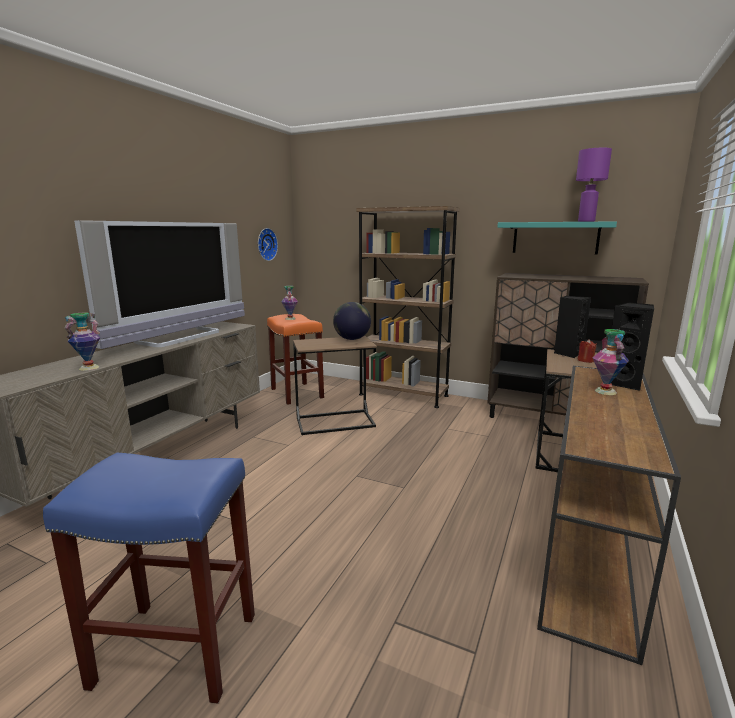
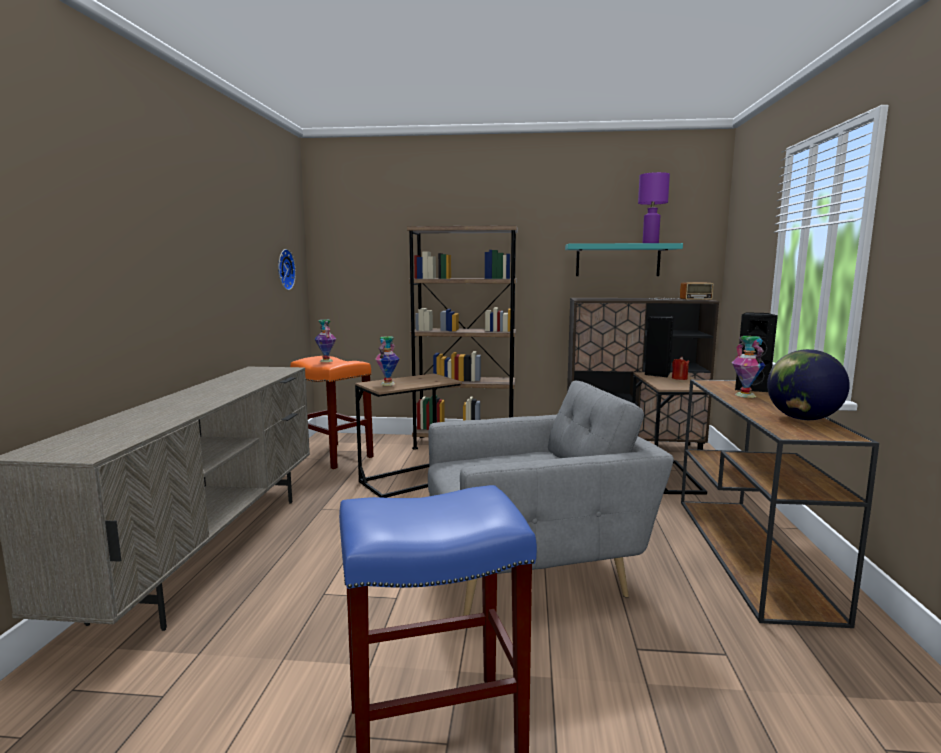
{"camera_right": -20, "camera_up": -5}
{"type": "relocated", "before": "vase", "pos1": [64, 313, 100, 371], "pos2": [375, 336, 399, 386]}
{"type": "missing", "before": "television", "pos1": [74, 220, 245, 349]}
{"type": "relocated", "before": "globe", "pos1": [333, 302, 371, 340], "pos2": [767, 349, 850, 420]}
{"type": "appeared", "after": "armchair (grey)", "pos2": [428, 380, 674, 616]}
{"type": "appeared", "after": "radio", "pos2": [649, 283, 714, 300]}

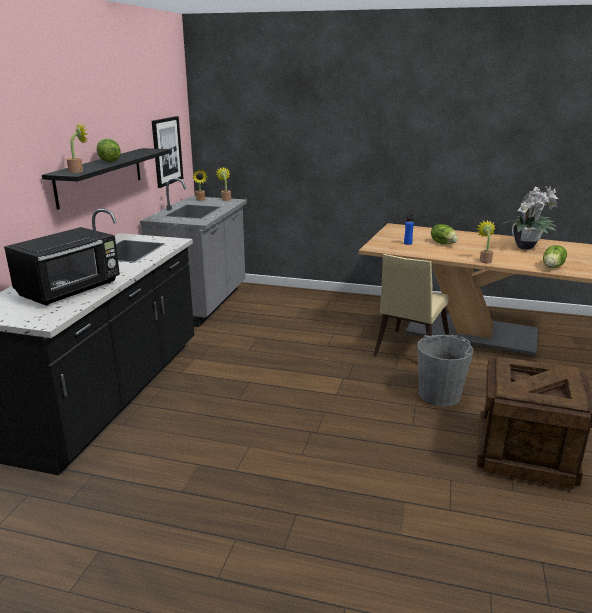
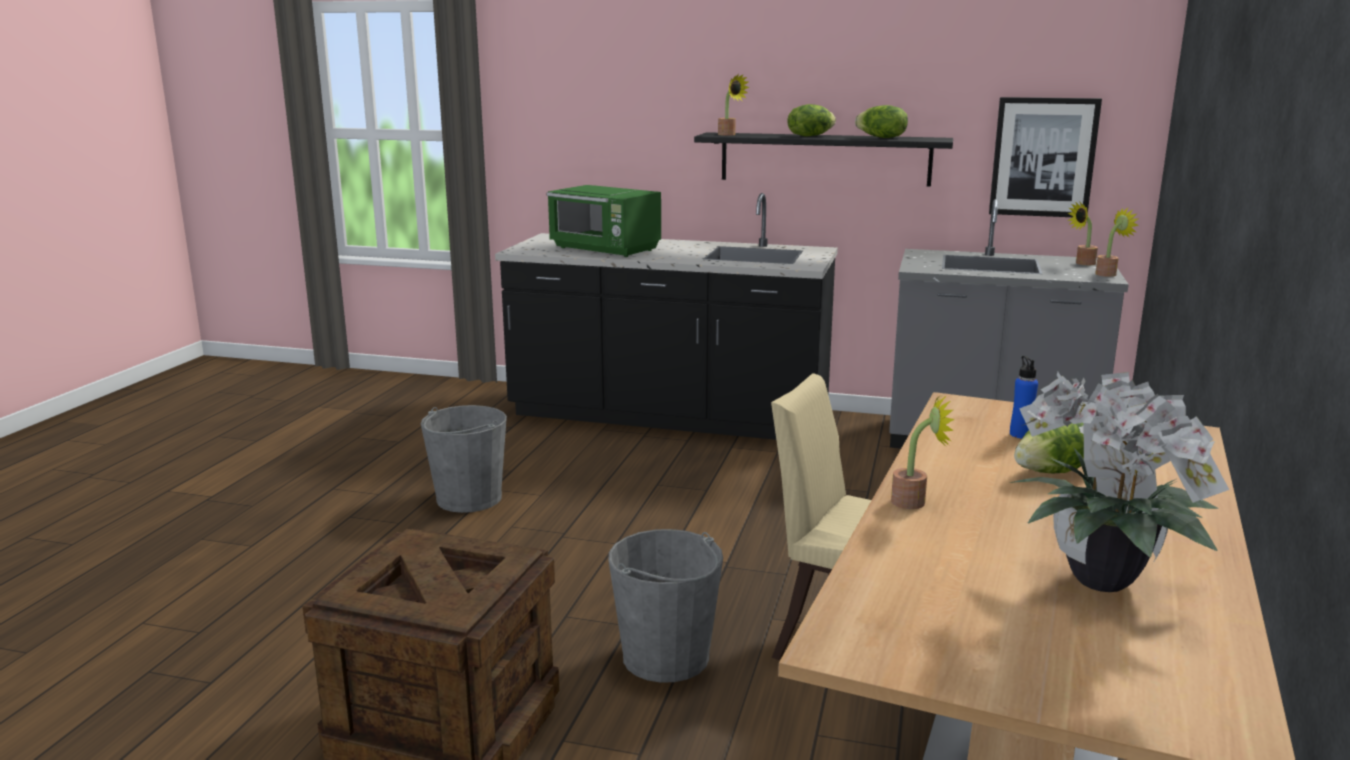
{"camera_right": 90, "camera_up": -5}
{"type": "colour", "before": "microwave (black)", "after": "microwave (green)", "pos1": [4, 227, 120, 306], "pos2": [547, 185, 661, 257]}
{"type": "relocated", "before": "lettuce", "pos1": [543, 245, 567, 268], "pos2": [855, 105, 908, 138]}
{"type": "appeared", "after": "bucket (grey)", "pos2": [421, 405, 507, 513]}

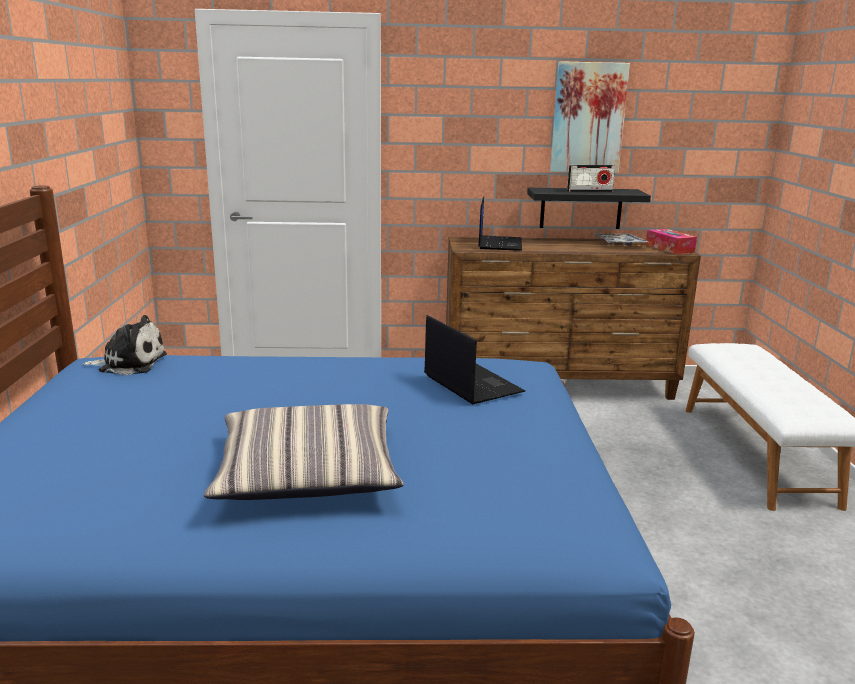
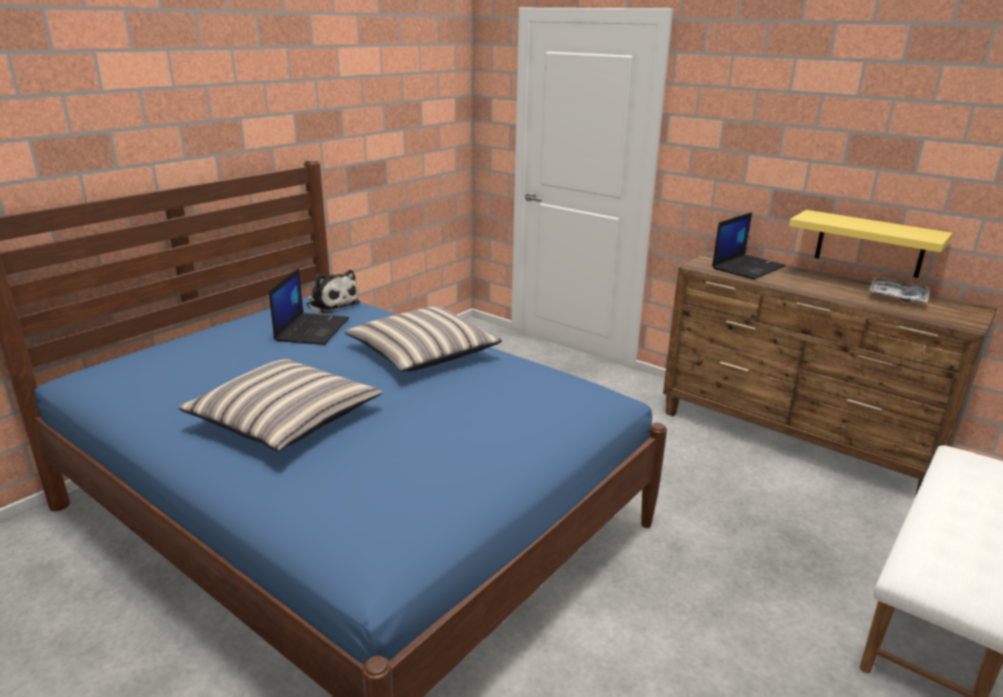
{"camera_right": 40, "camera_up": 5}
{"type": "relocated", "before": "laptop", "pos1": [424, 315, 525, 404], "pos2": [269, 268, 349, 345]}
{"type": "colour", "before": "shelf (black)", "after": "shelf (yellow)", "pos1": [527, 188, 651, 229], "pos2": [789, 210, 953, 278]}
{"type": "missing", "before": "picture", "pos1": [550, 61, 630, 173]}
{"type": "missing", "before": "radio", "pos1": [567, 165, 615, 192]}
{"type": "missing", "before": "tissue box", "pos1": [646, 229, 697, 254]}
{"type": "appeared", "after": "pillow", "pos2": [344, 306, 502, 372]}

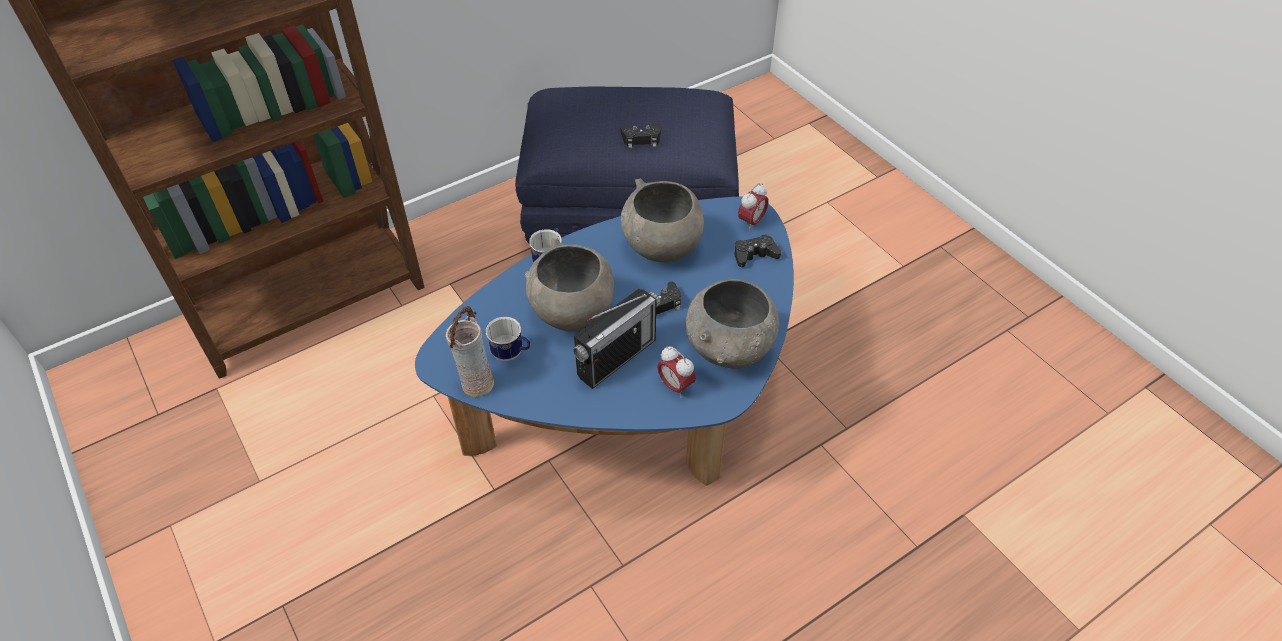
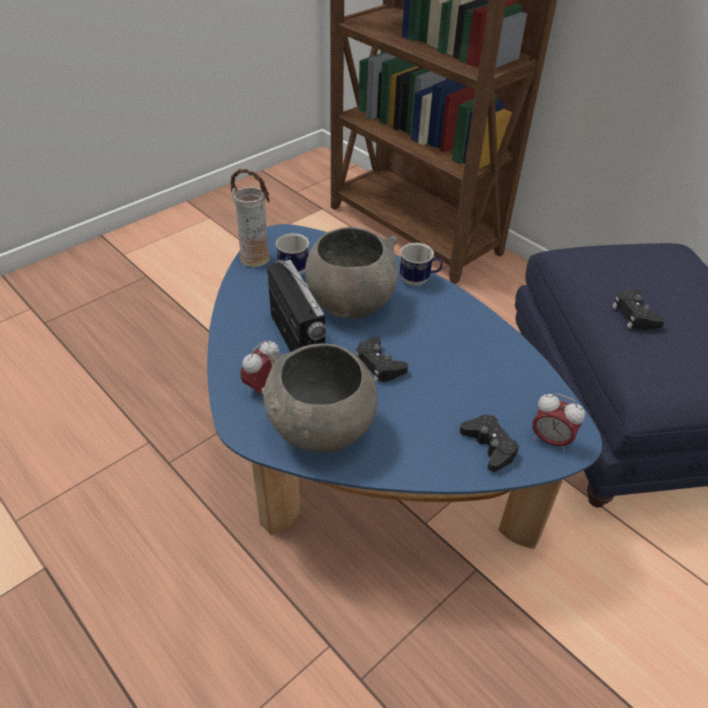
{"camera_right": 80, "camera_up": -5}
{"type": "spun", "before": "radio", "pos1": [573, 289, 660, 389], "pos2": [267, 259, 327, 352], "turn": -150}
{"type": "missing", "before": "bowl (grey)", "pos1": [621, 178, 704, 263]}

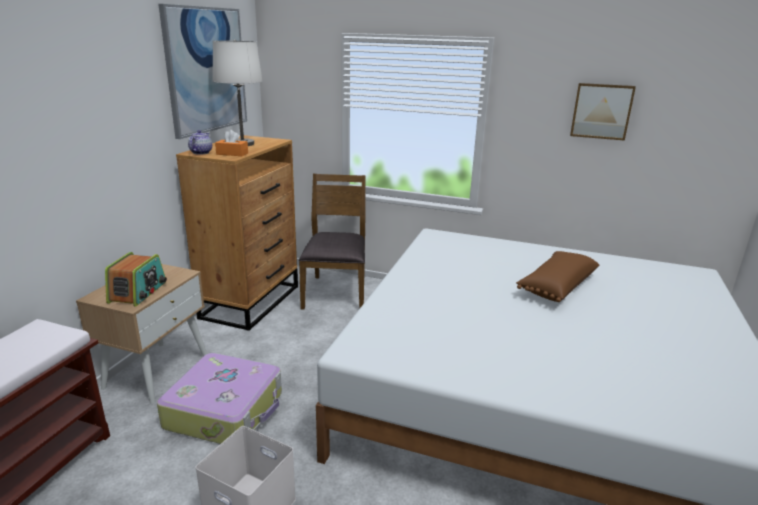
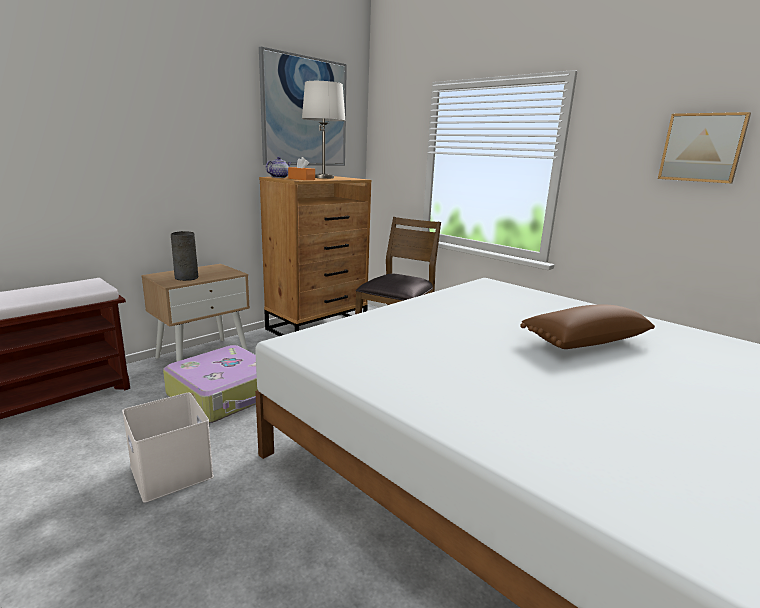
{"camera_right": 25, "camera_up": -5}
{"type": "exchanged", "before": "radio", "after": "vase (grey)", "pos1": [105, 252, 167, 307], "pos2": [171, 231, 198, 281]}

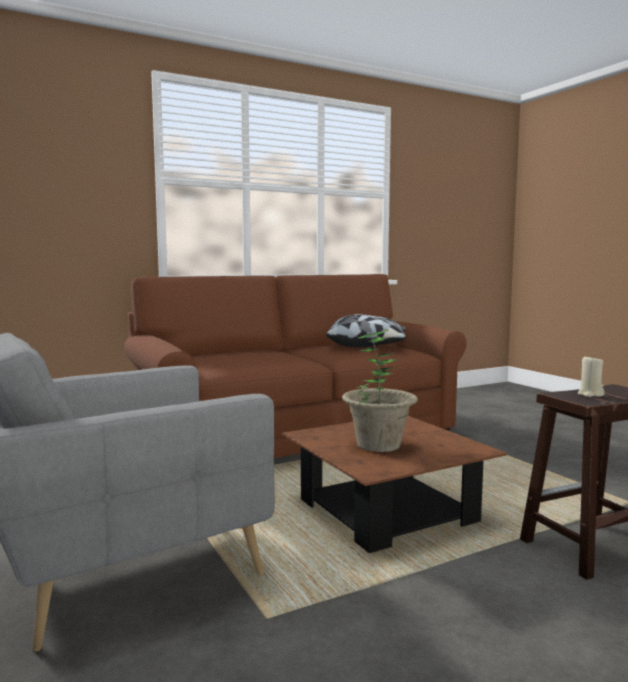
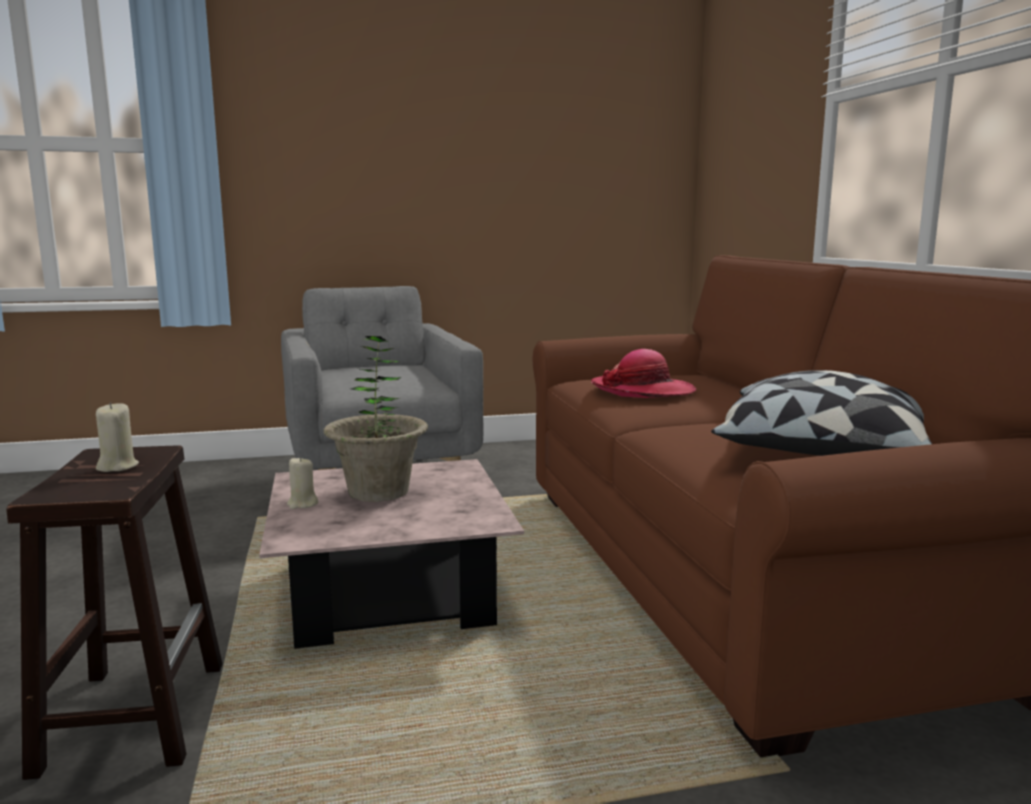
{"camera_right": 105, "camera_up": 5}
{"type": "colour", "before": "coffee table (brown)", "after": "coffee table (pink)", "pos1": [282, 415, 507, 553], "pos2": [259, 459, 524, 649]}
{"type": "appeared", "after": "candle (beige)", "pos2": [287, 457, 318, 509]}
{"type": "appeared", "after": "hat", "pos2": [591, 349, 696, 398]}

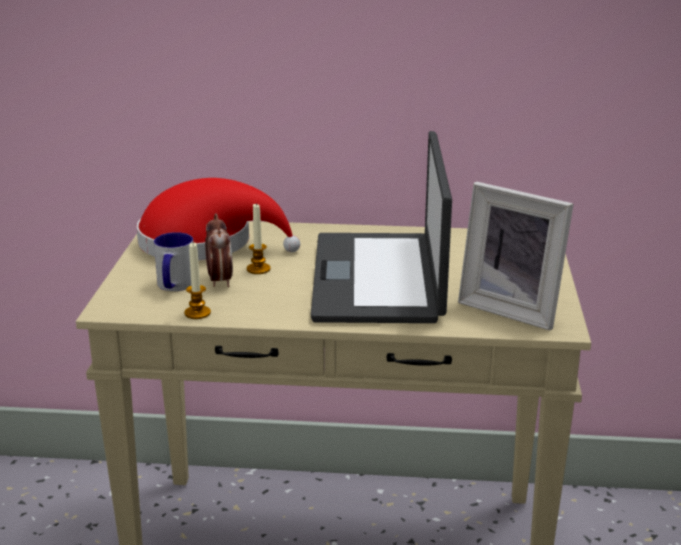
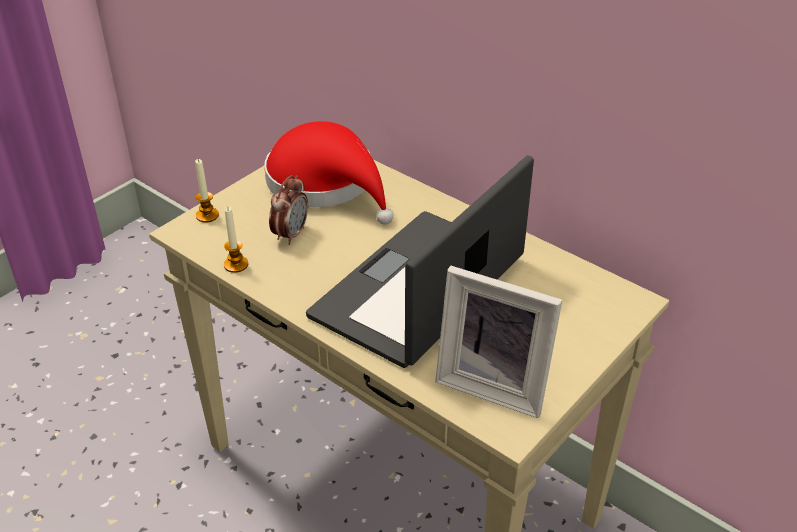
{"camera_right": 35, "camera_up": 15}
{"type": "missing", "before": "mug", "pos1": [154, 232, 193, 291]}
{"type": "relocated", "before": "candle", "pos1": [247, 203, 271, 274], "pos2": [195, 159, 219, 222]}
{"type": "spun", "before": "picture frame", "pos1": [458, 182, 574, 331], "pos2": [435, 266, 563, 418], "turn": -45}

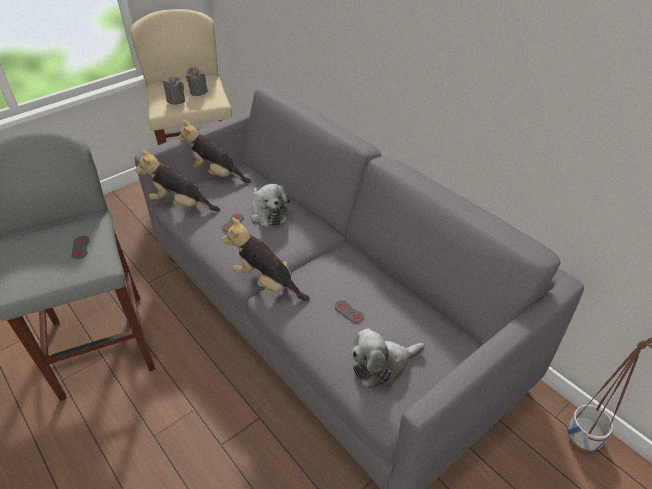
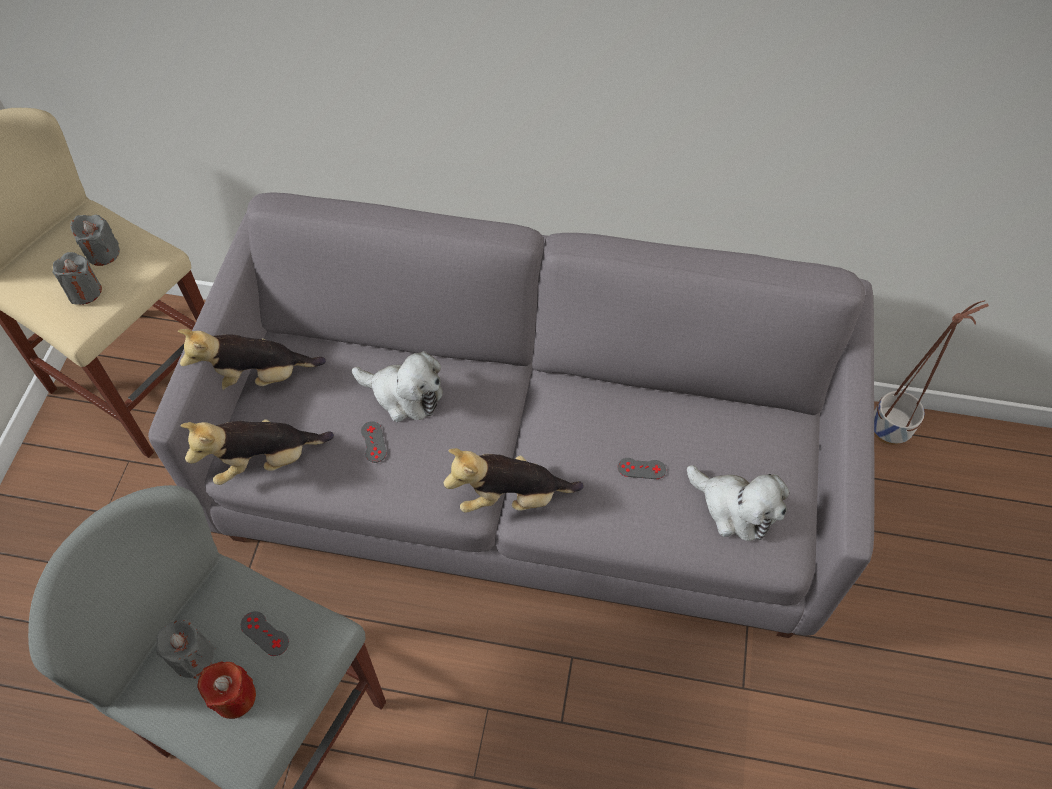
{"camera_right": -40, "camera_up": 15}
{"type": "spun", "before": "plush toy", "pos1": [351, 328, 425, 388], "pos2": [687, 465, 789, 541], "turn": -75}
{"type": "appeared", "after": "candle (grey)", "pos2": [156, 619, 215, 679]}
{"type": "appeared", "after": "candle (red)", "pos2": [197, 661, 256, 719]}

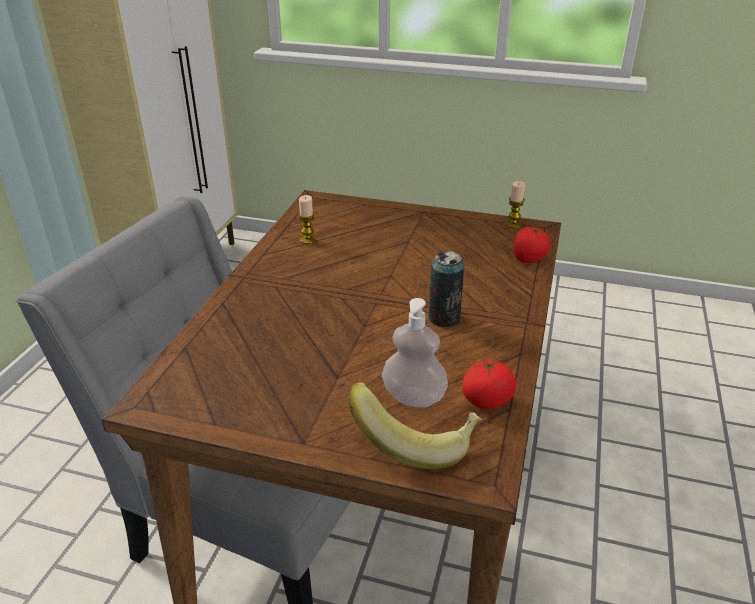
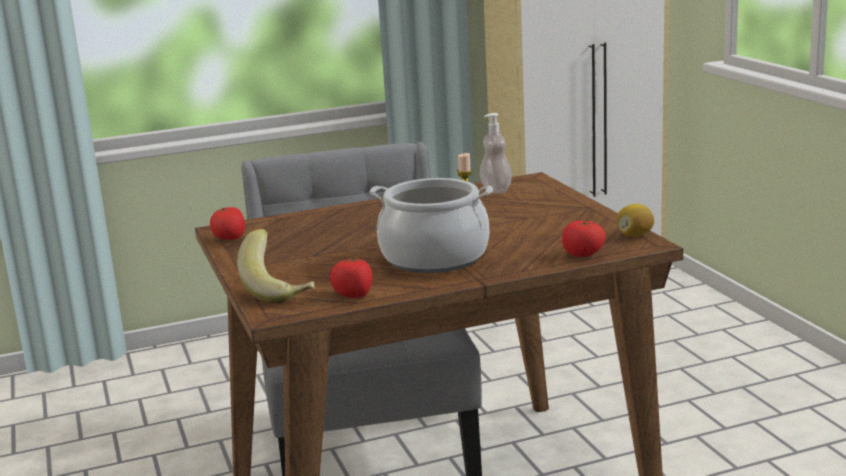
{"camera_right": 55, "camera_up": -15}
{"type": "relocated", "before": "soap dispenser", "pos1": [382, 298, 448, 407], "pos2": [480, 113, 512, 193]}
{"type": "exchanged", "before": "can", "after": "cooking pot", "pos1": [428, 251, 464, 327], "pos2": [369, 178, 493, 273]}
{"type": "exchanged", "before": "candle", "after": "lemon", "pos1": [506, 181, 525, 229], "pos2": [617, 204, 654, 237]}
{"type": "appeared", "after": "tomato", "pos2": [210, 207, 245, 240]}

